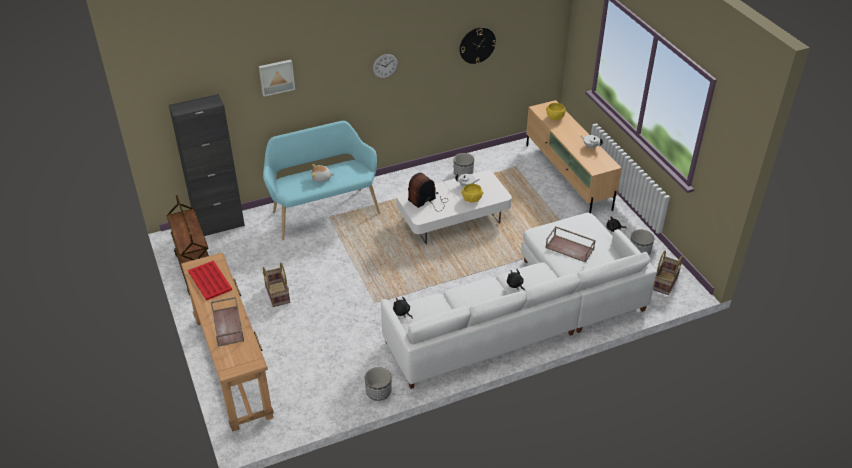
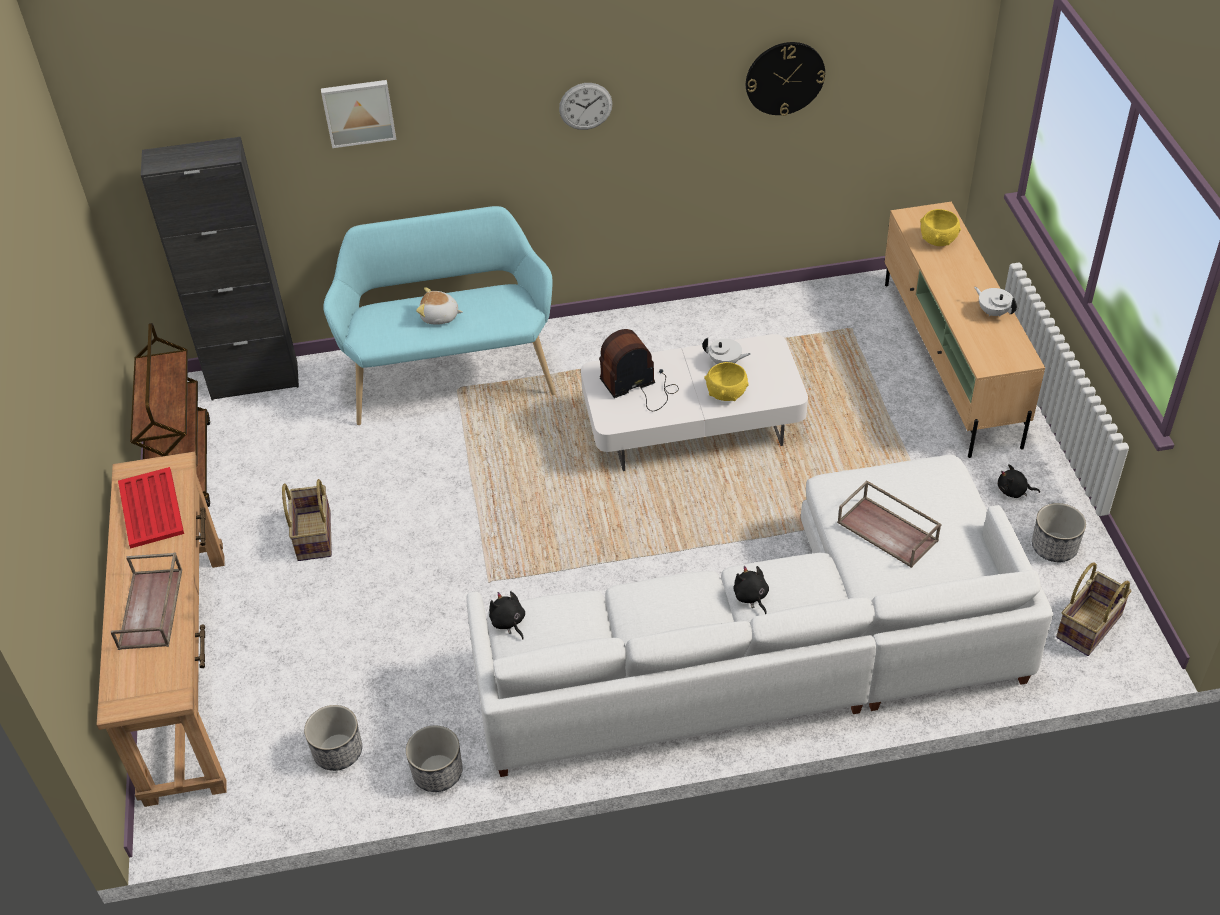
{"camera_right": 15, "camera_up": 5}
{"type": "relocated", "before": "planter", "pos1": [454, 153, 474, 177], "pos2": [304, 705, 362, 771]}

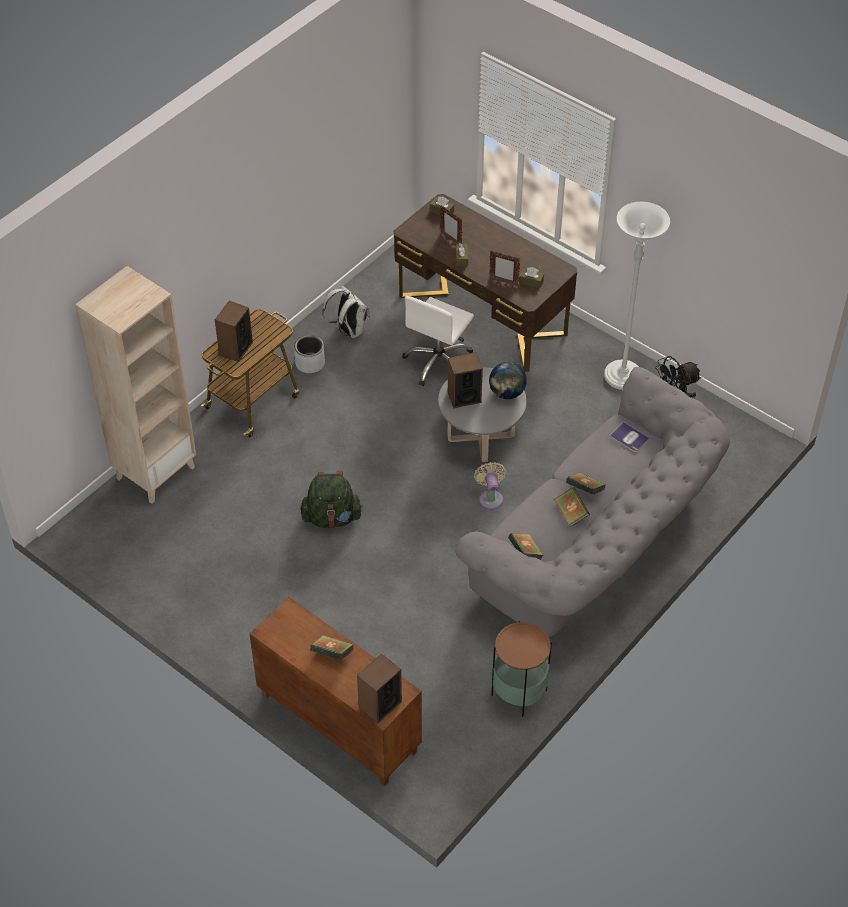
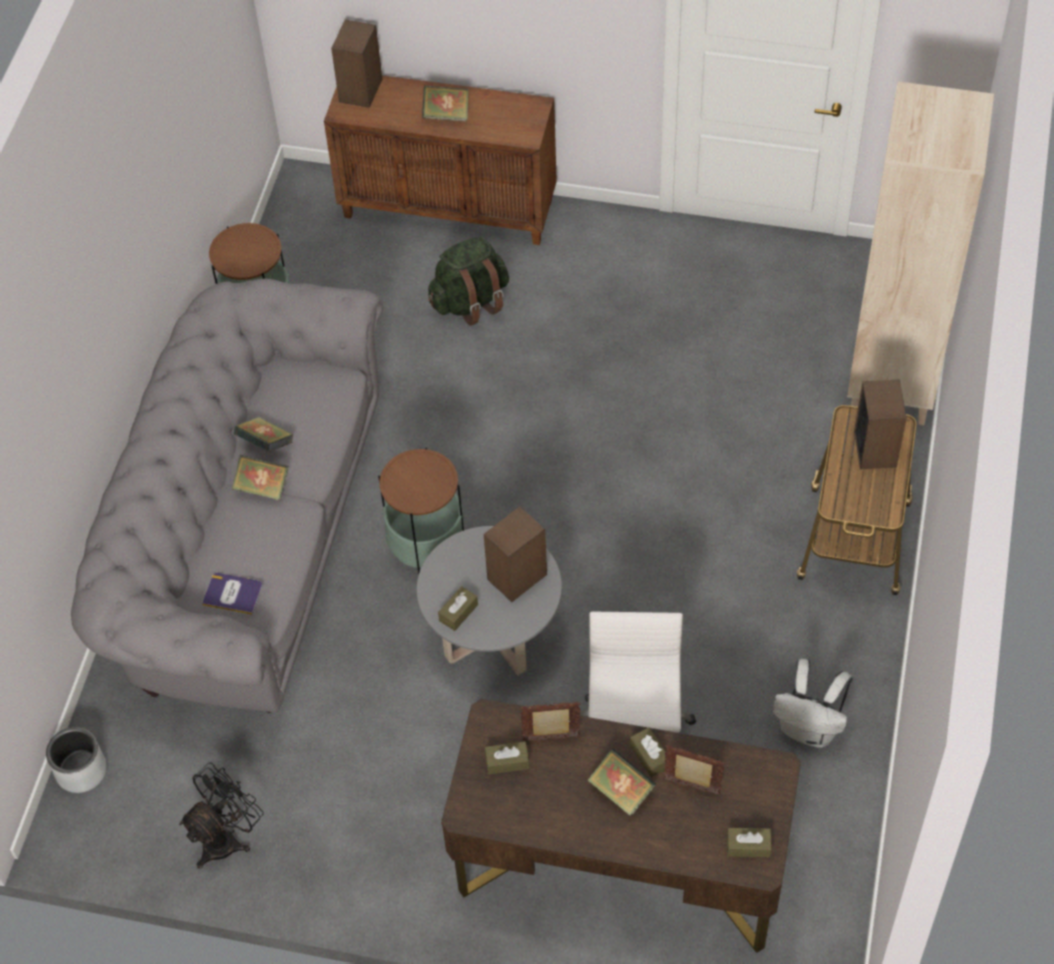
{"camera_right": 155, "camera_up": 5}
{"type": "relocated", "before": "planter (grey)", "pos1": [294, 335, 325, 373], "pos2": [46, 727, 106, 793]}
{"type": "relocated", "before": "backpack (green)", "pos1": [300, 471, 363, 528], "pos2": [428, 237, 509, 326]}
{"type": "exchanged", "before": "fan (beige)", "after": "side table", "pos1": [474, 462, 507, 509], "pos2": [378, 447, 464, 574]}
{"type": "exchanged", "before": "globe", "after": "tissue box (brown)", "pos1": [489, 362, 527, 399], "pos2": [438, 586, 478, 631]}
{"type": "relocated", "before": "book", "pos1": [508, 533, 544, 560], "pos2": [587, 749, 656, 815]}
{"type": "missing", "before": "floor lamp (white)", "pos1": [604, 202, 670, 390]}

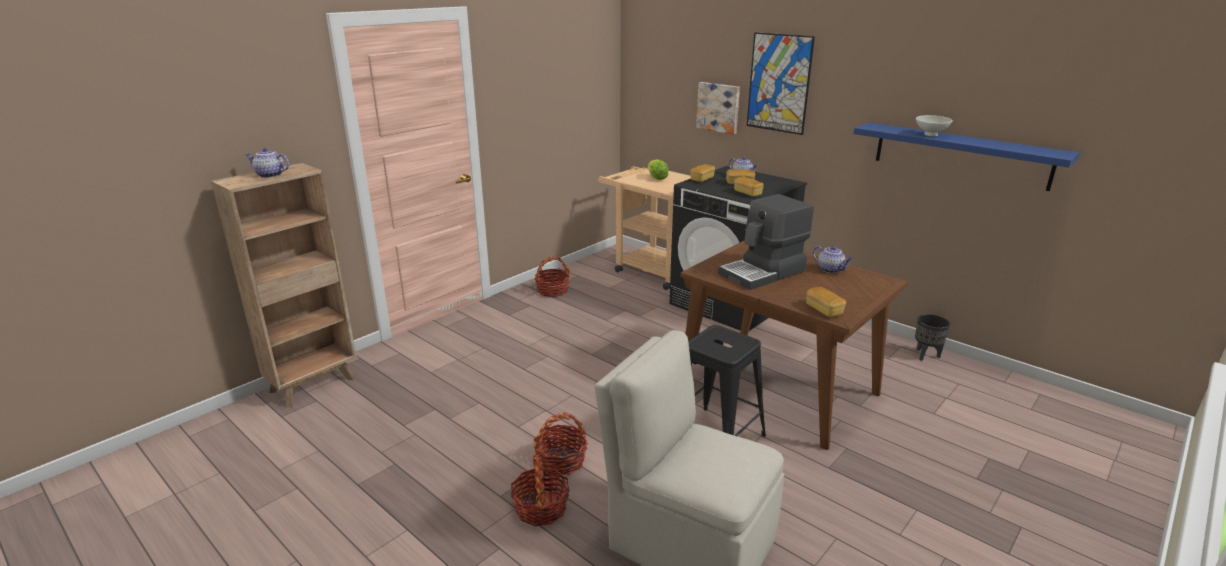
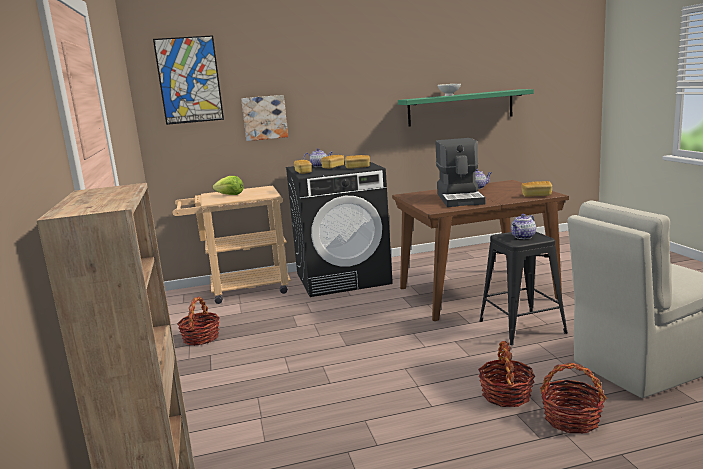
{"camera_right": -55, "camera_up": -10}
{"type": "relocated", "before": "teapot", "pos1": [245, 148, 289, 178], "pos2": [511, 214, 536, 239]}
{"type": "relocated", "before": "picture", "pos1": [747, 32, 815, 135], "pos2": [153, 35, 224, 125]}
{"type": "colour", "before": "shelf (blue)", "after": "shelf (green)", "pos1": [854, 122, 1080, 191], "pos2": [398, 89, 534, 127]}
{"type": "missing", "before": "planter (black)", "pos1": [915, 314, 950, 361]}

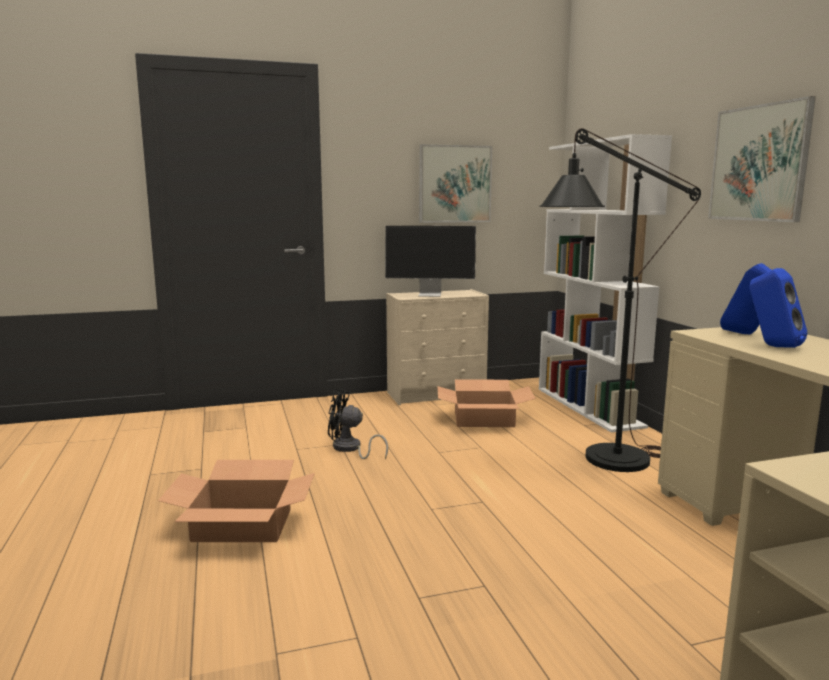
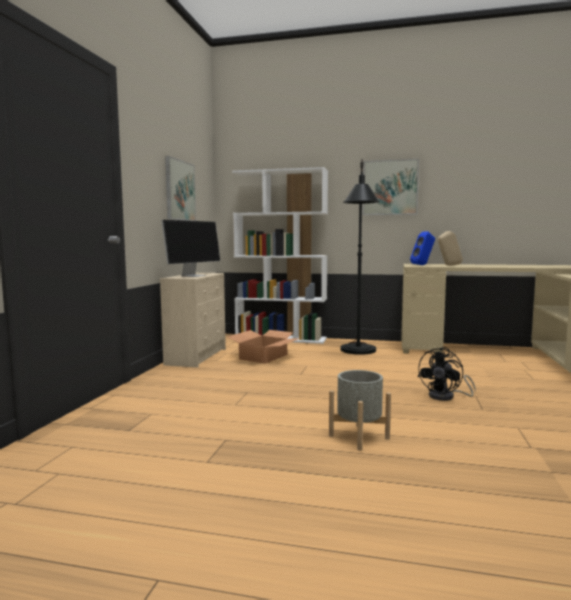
{"camera_right": -60, "camera_up": -5}
{"type": "exchanged", "before": "cardboard box", "after": "planter (grey)", "pos1": [158, 460, 315, 542], "pos2": [329, 370, 391, 451]}
{"type": "relocated", "before": "fan (black)", "pos1": [328, 389, 388, 459], "pos2": [418, 347, 476, 401]}
{"type": "colour", "before": "speaker (blue)", "after": "speaker (beige)", "pos1": [750, 268, 807, 348], "pos2": [438, 231, 463, 266]}

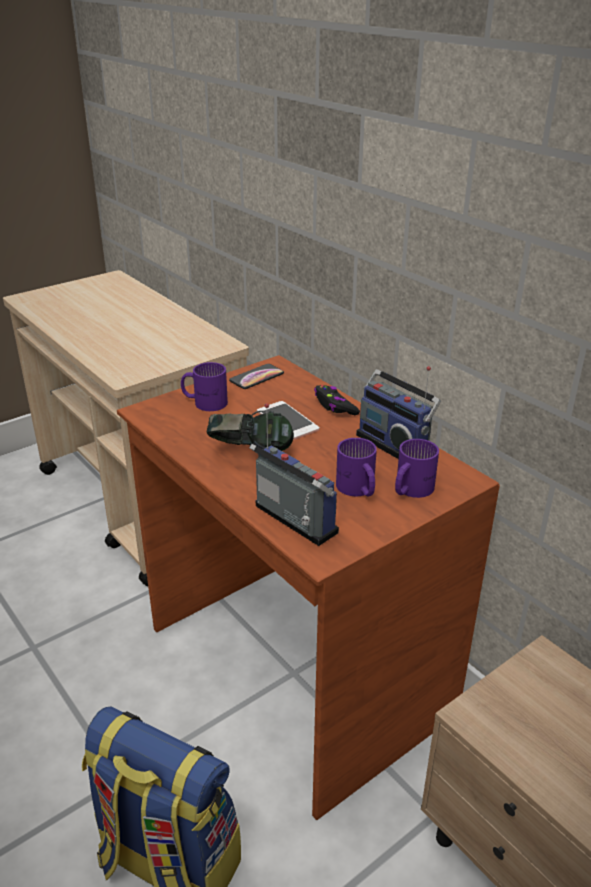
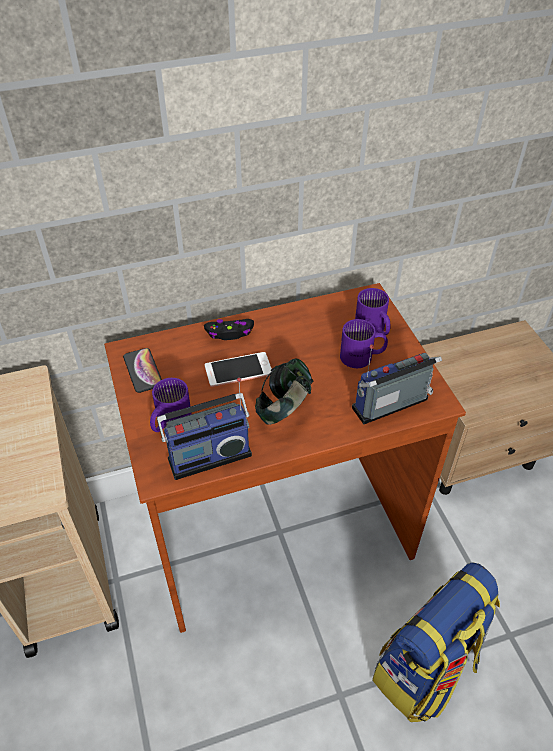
{"camera_right": -70, "camera_up": 15}
{"type": "relocated", "before": "radio", "pos1": [356, 366, 441, 459], "pos2": [157, 378, 252, 480]}

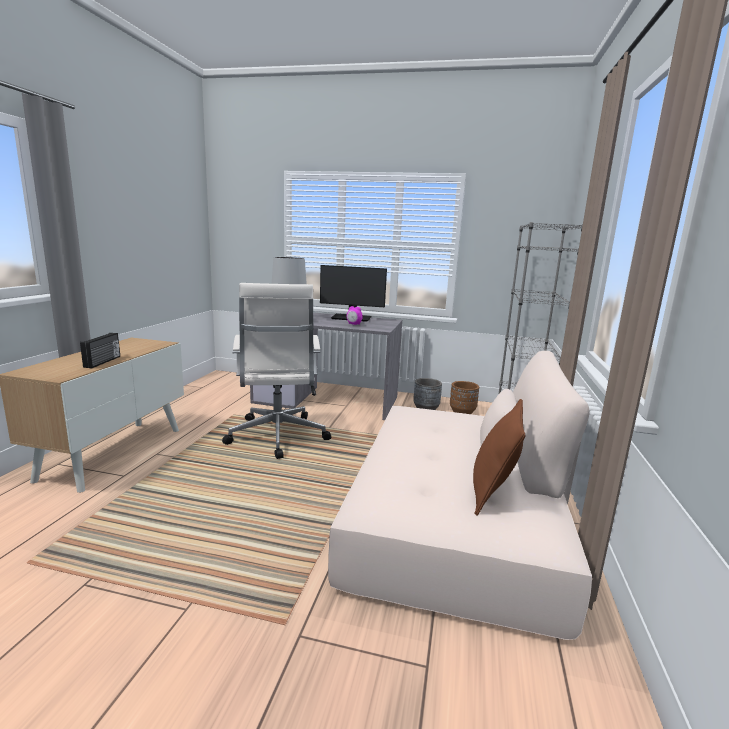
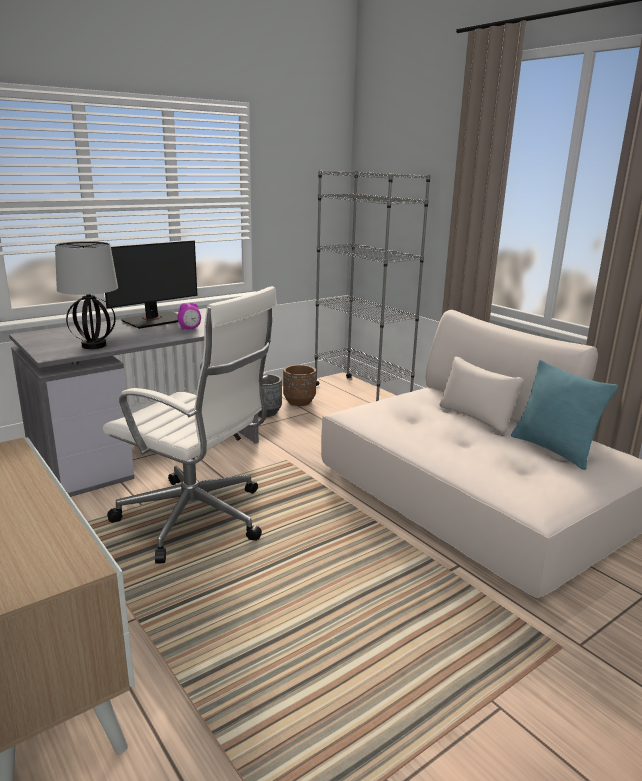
{"camera_right": -50, "camera_up": 5}
{"type": "missing", "before": "radio", "pos1": [80, 333, 120, 368]}
{"type": "colour", "before": "pillow (brown)", "after": "pillow (turquoise)", "pos1": [473, 399, 526, 516], "pos2": [511, 360, 618, 470]}

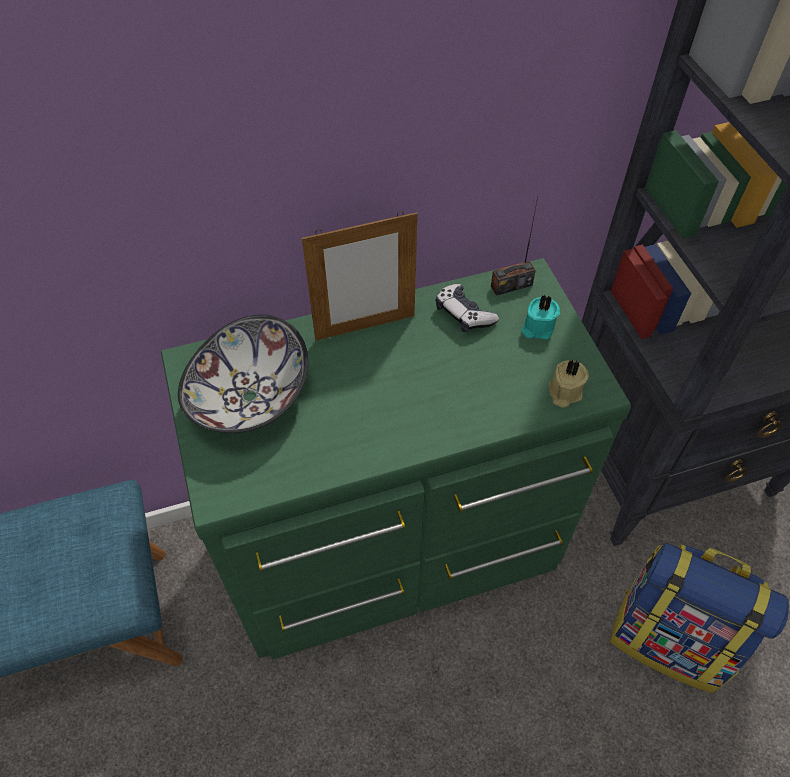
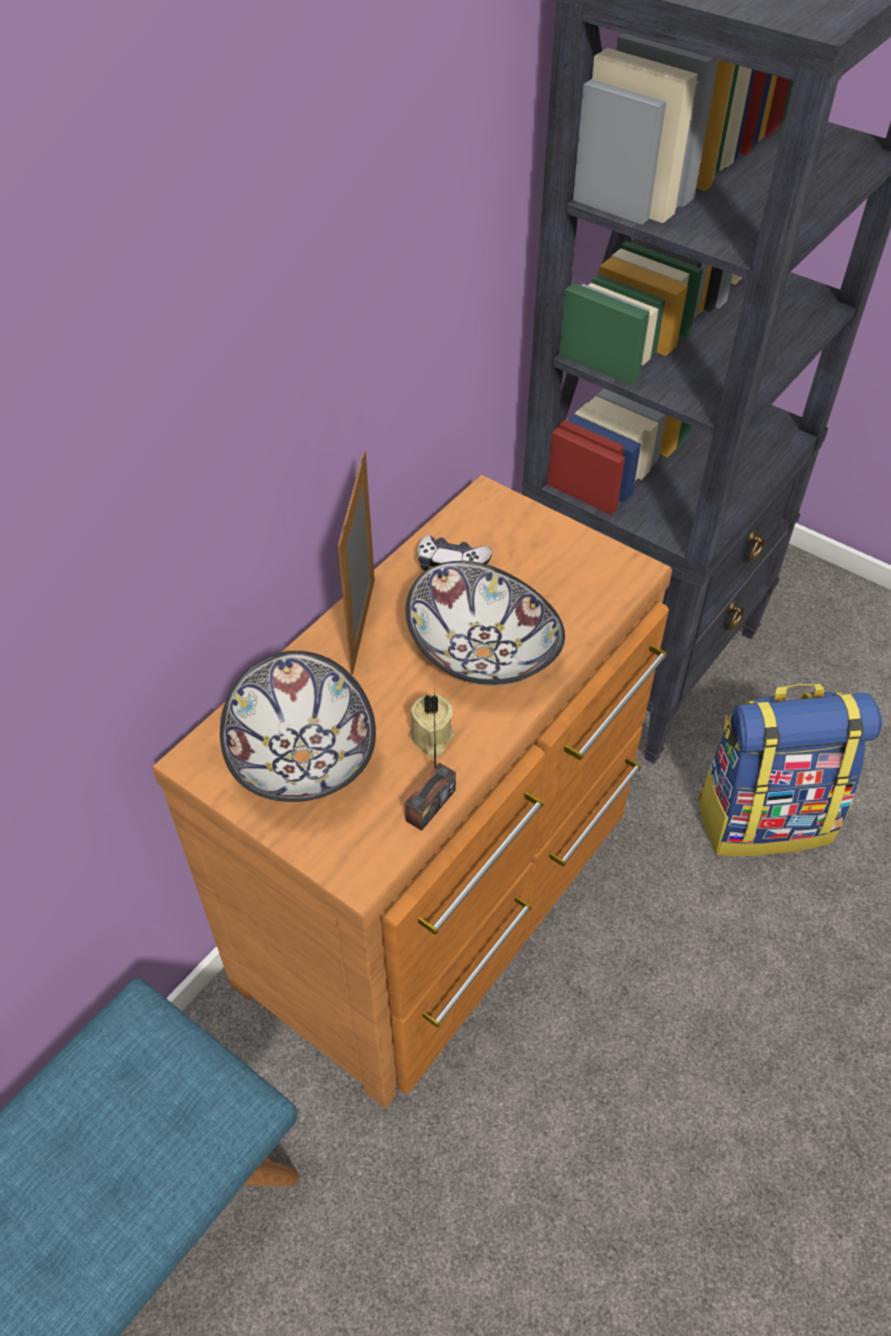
{"camera_right": -35, "camera_up": -5}
{"type": "colour", "before": "dresser (green)", "after": "dresser (brown)", "pos1": [161, 258, 631, 659], "pos2": [152, 475, 672, 1108]}
{"type": "spun", "before": "picture frame", "pos1": [302, 211, 418, 341], "pos2": [338, 451, 375, 675], "turn": 150}
{"type": "relocated", "before": "radio", "pos1": [491, 197, 538, 296], "pos2": [405, 689, 456, 831]}
{"type": "missing", "before": "candle (turquoise)", "pos1": [521, 294, 560, 340]}
{"type": "relocated", "before": "candle (beige)", "pos1": [549, 360, 589, 408], "pos2": [409, 694, 455, 756]}
{"type": "appeared", "after": "bowl", "pos2": [406, 561, 565, 686]}

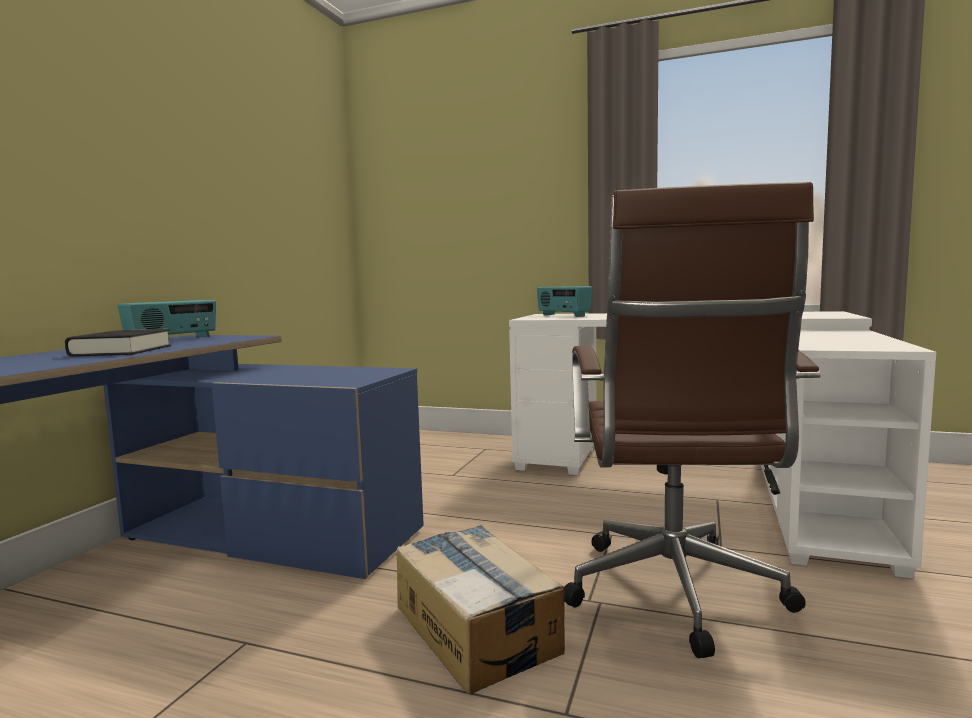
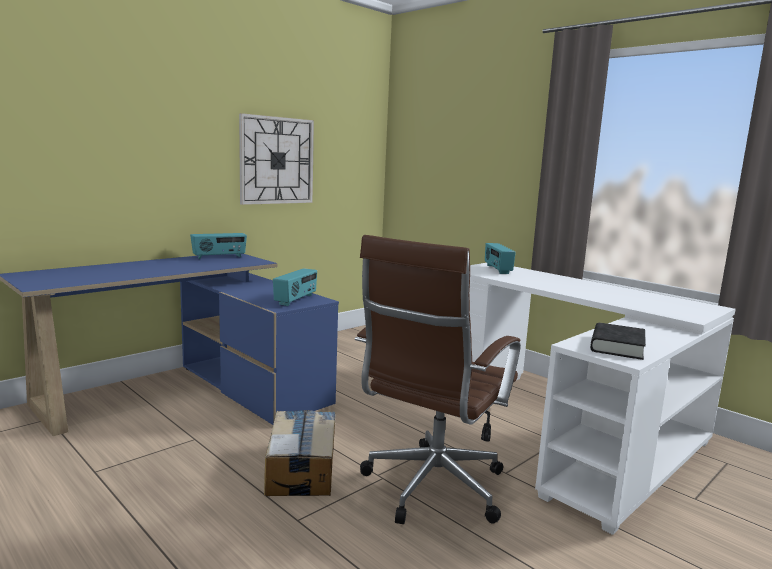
{"camera_right": 25, "camera_up": 5}
{"type": "relocated", "before": "book (black)", "pos1": [65, 329, 171, 357], "pos2": [590, 323, 646, 360]}
{"type": "appeared", "after": "wall clock", "pos2": [239, 113, 314, 205]}
{"type": "appeared", "after": "radio", "pos2": [273, 268, 317, 306]}

